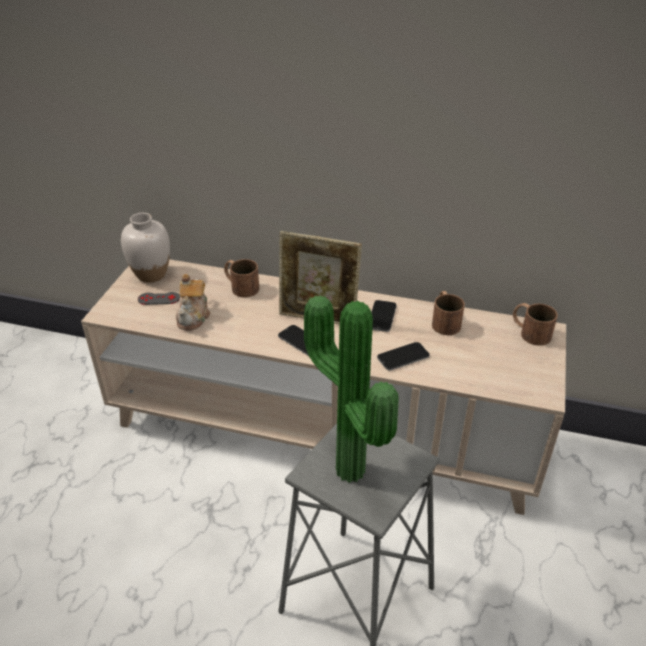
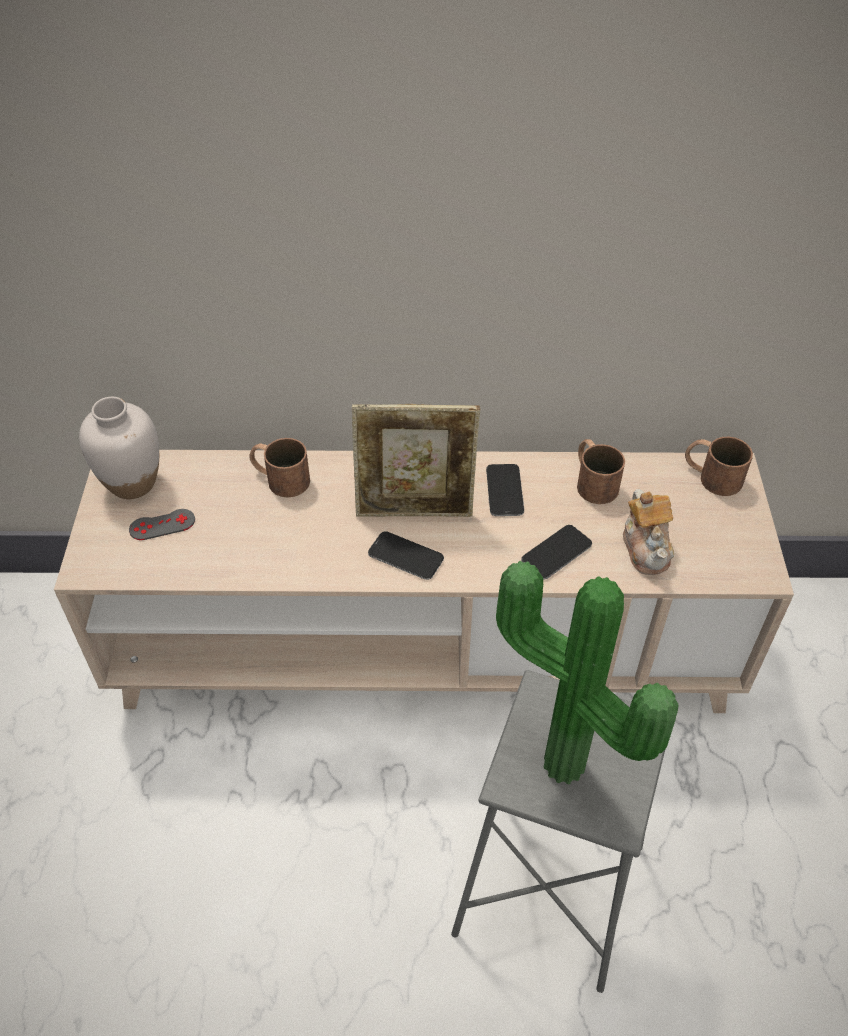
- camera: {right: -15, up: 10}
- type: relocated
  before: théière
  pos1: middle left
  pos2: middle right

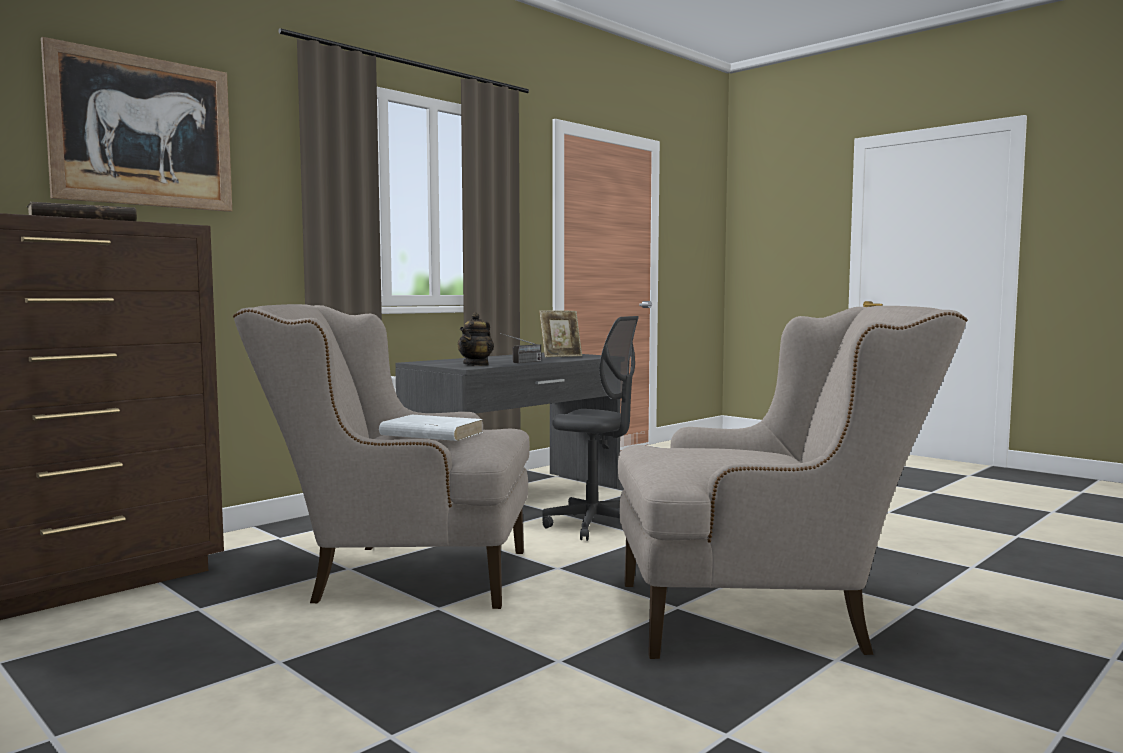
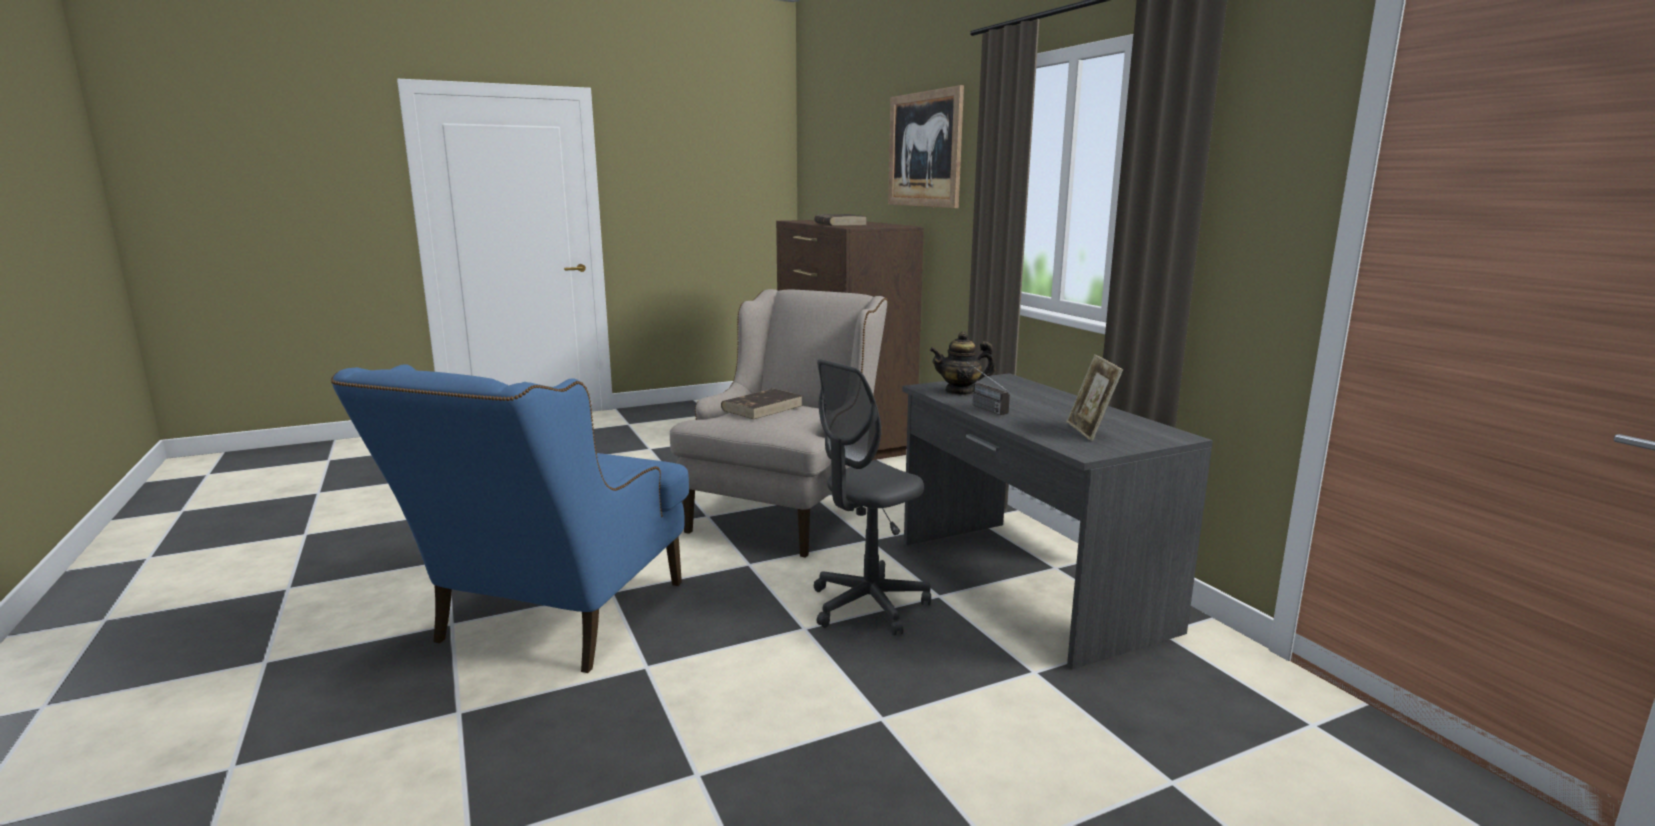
- camera: {right: 110, up: 10}
- type: colour
  before: livre [blanc]
  after: livre [marron] (no. 1 from left)
  pos1: centre
  pos2: centre
- type: spun
  before: théière
  pos1: centre
  pos2: centre
  turn: -45
- type: colour
  before: fauteuil [beige] (no. 2 from left)
  after: fauteuil [bleu]
  pos1: middle right
  pos2: middle left

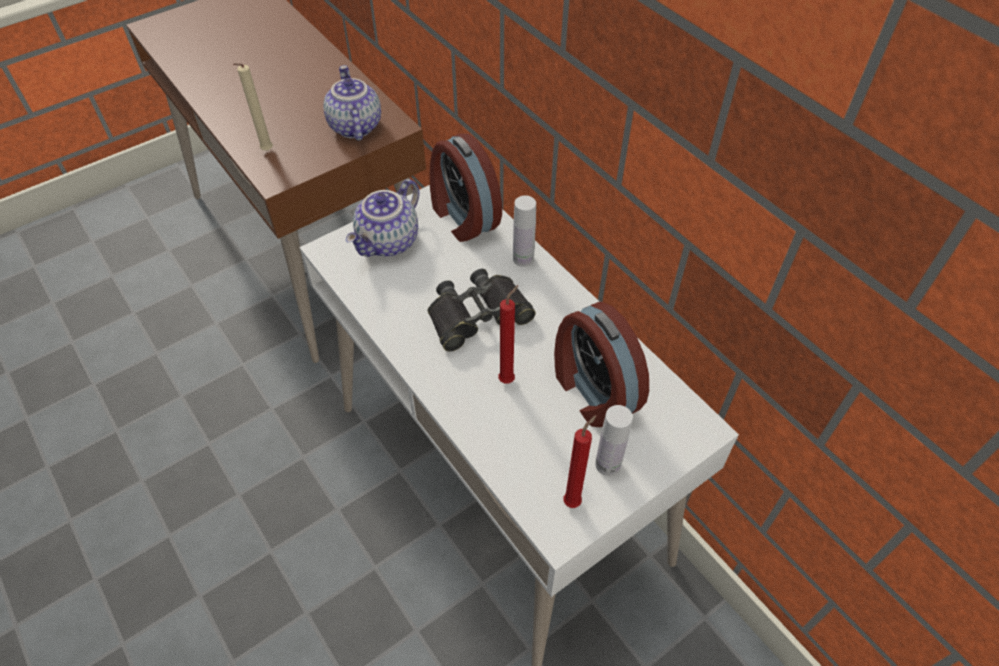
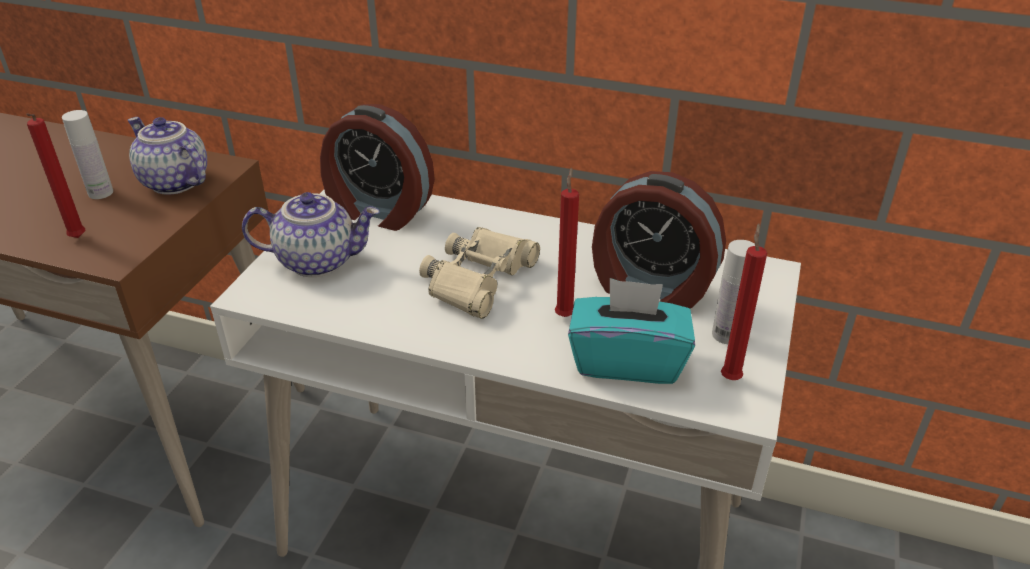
- camera: {right: -35, up: -15}
- type: colour
  before: bougie [beige]
  after: bougie [rouge] (no. 1 from left)
  pos1: top left
  pos2: top left
- type: spun
  before: théière (no. 2 from left)
  pos1: top centre
  pos2: middle left
  turn: -90
- type: colour
  before: jumelles [noir]
  after: jumelles [beige]
  pos1: centre
  pos2: centre
- type: relocated
  before: bouteille [blanc] (no. 1 from left)
  pos1: centre
  pos2: top left
- type: appeared
  after: boîte à mouchoirs [turquoise]
  pos2: centre

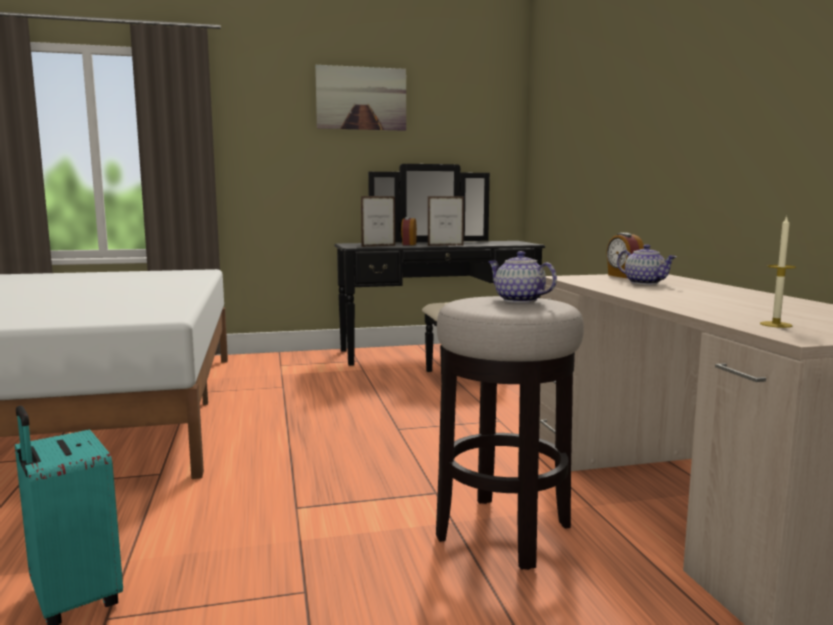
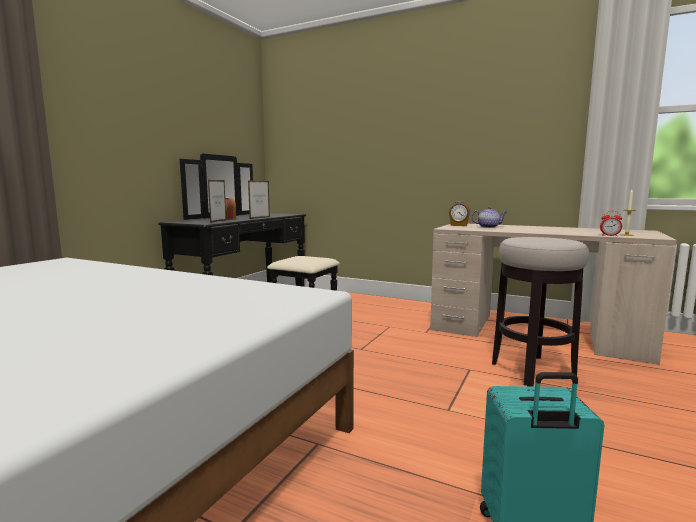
- camera: {right: -50, up: 0}
- type: missing
  before: tableau
  pos1: top centre
- type: missing
  before: théière (no. 1 from left)
  pos1: centre
- type: appeared
  after: réveil (no. 3 from left)
  pos2: middle right

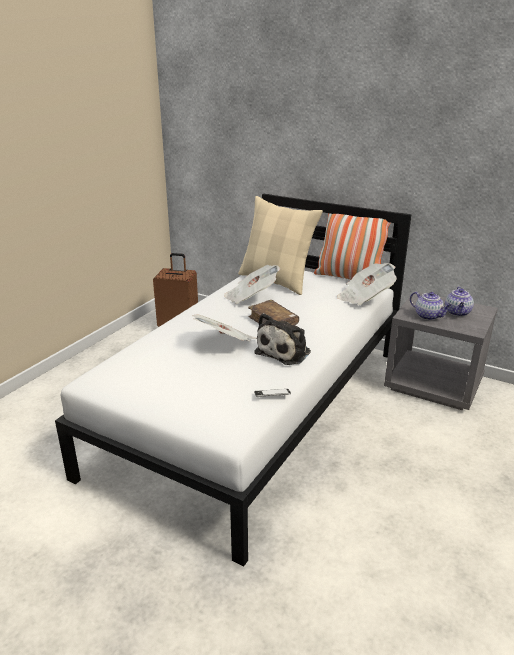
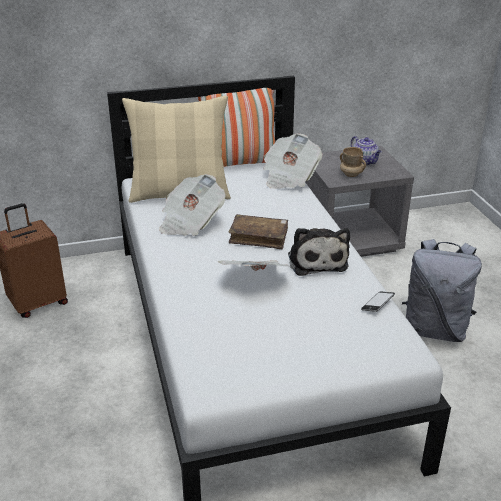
- camera: {right: -45, up: 5}
- type: exchanged
  before: théière (no. 1 from left)
  after: mug [beige]
  pos1: middle right
  pos2: top right
- type: appeared
  after: sac à dos [gris]
  pos2: middle right

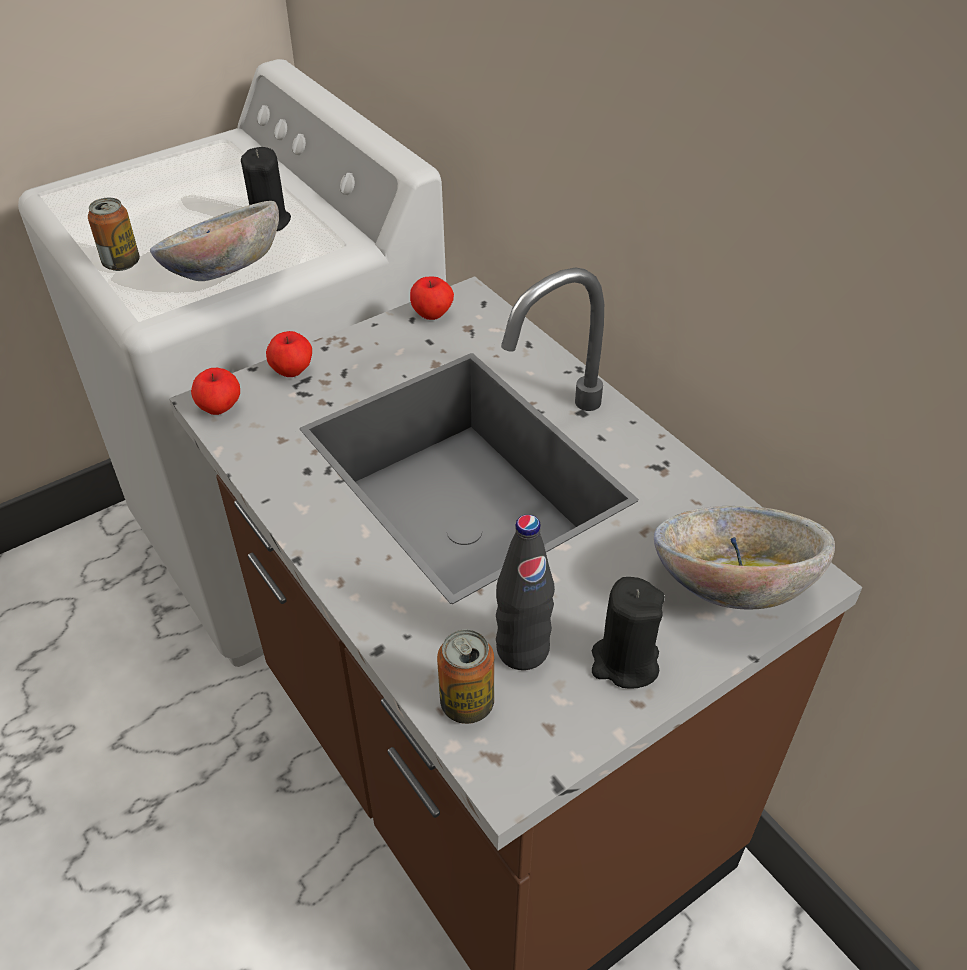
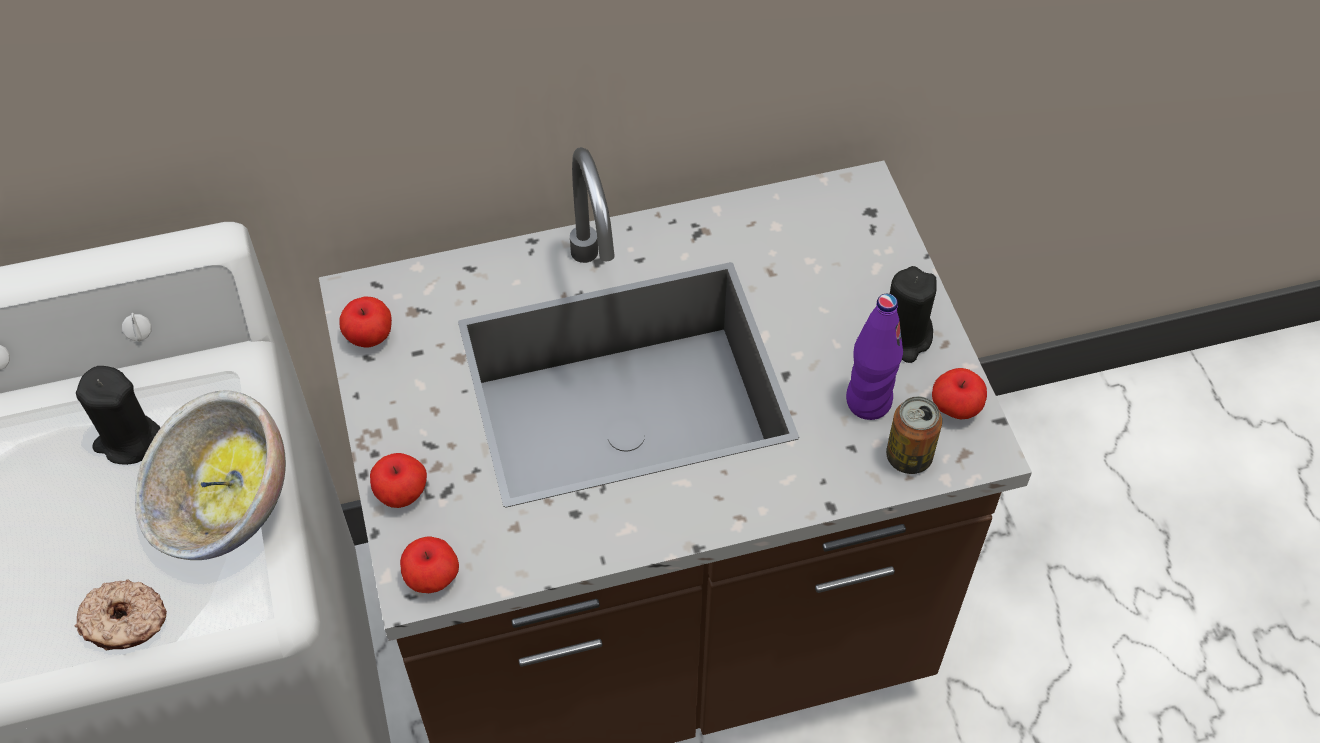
- camera: {right: -70, up: 10}
- type: exchanged
  before: boîte métallique (no. 1 from left)
  after: beignet
  pos1: top left
  pos2: bottom left
- type: colour
  before: bouteille [noir]
  after: bouteille [violet]
  pos1: centre
  pos2: centre
- type: missing
  before: bol (no. 2 from left)
  pos1: middle right
- type: appeared
  after: pomme (no. 4 from left)
  pos2: middle right

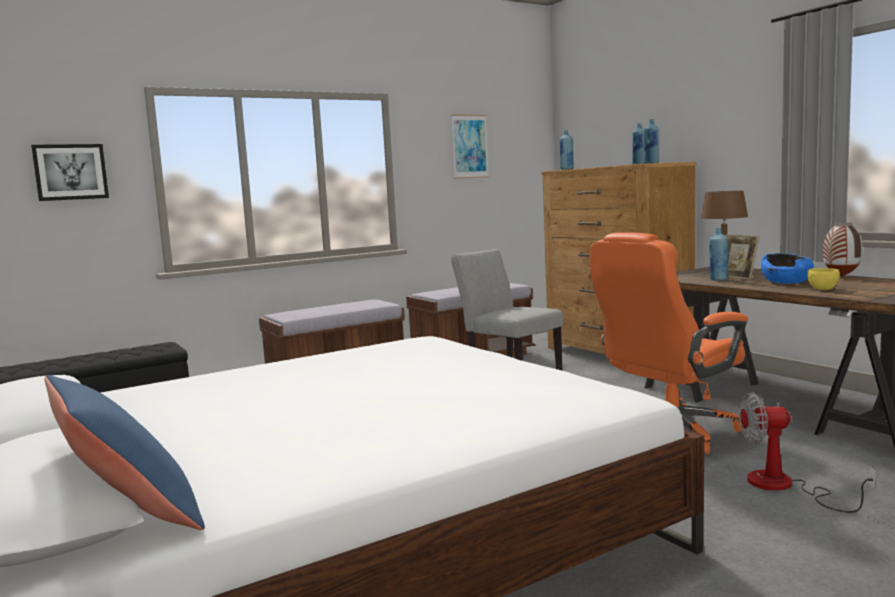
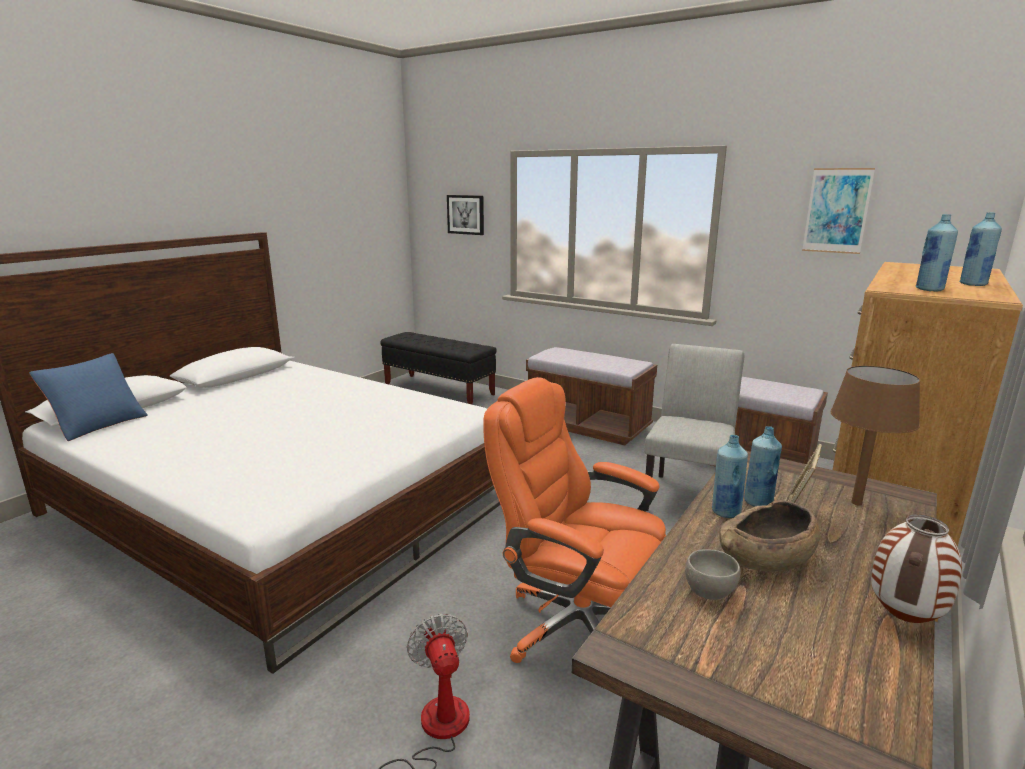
- camera: {right: 65, up: 10}
- type: relocated
  before: bouteille [bleu] (no. 1 from left)
  pos1: top centre
  pos2: middle right
- type: colour
  before: bol [bleu]
  after: bol [marron]
  pos1: middle right
  pos2: bottom right
- type: colour
  before: bol [jaune]
  after: bol [gris]
  pos1: middle right
  pos2: bottom right

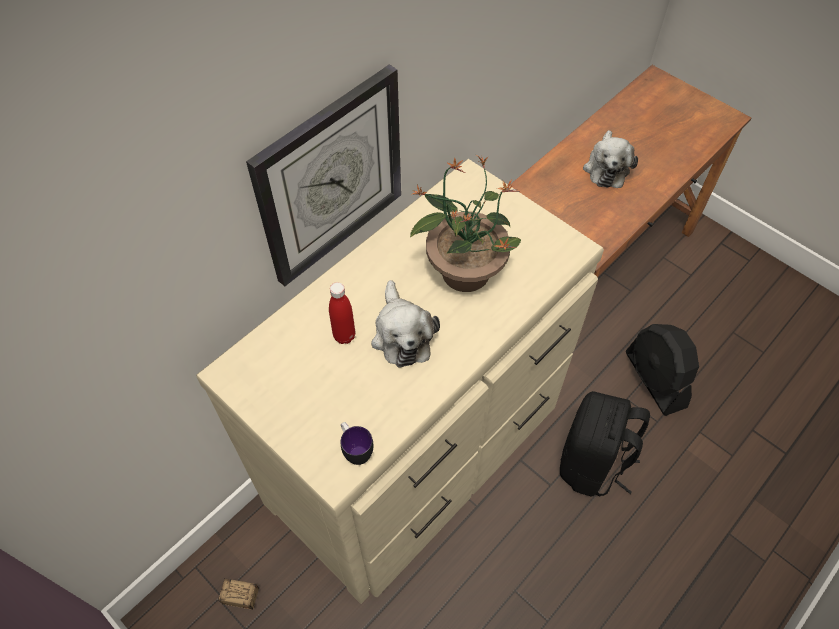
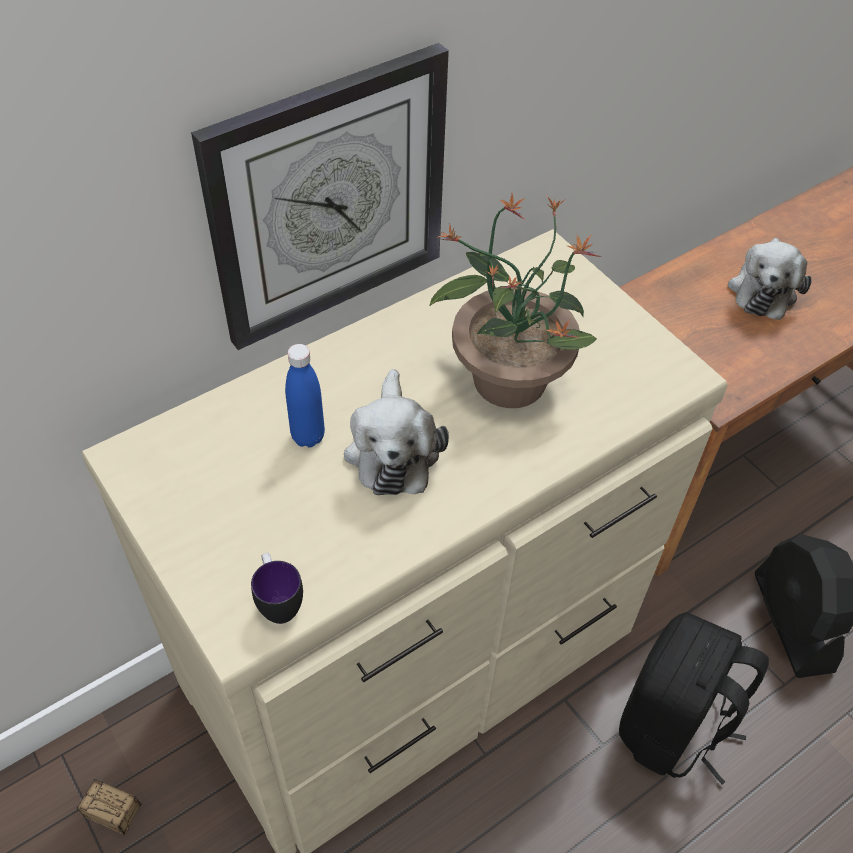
- camera: {right: 10, up: -5}
- type: colour
  before: bouteille [rouge]
  after: bouteille [bleu]
  pos1: centre
  pos2: centre

